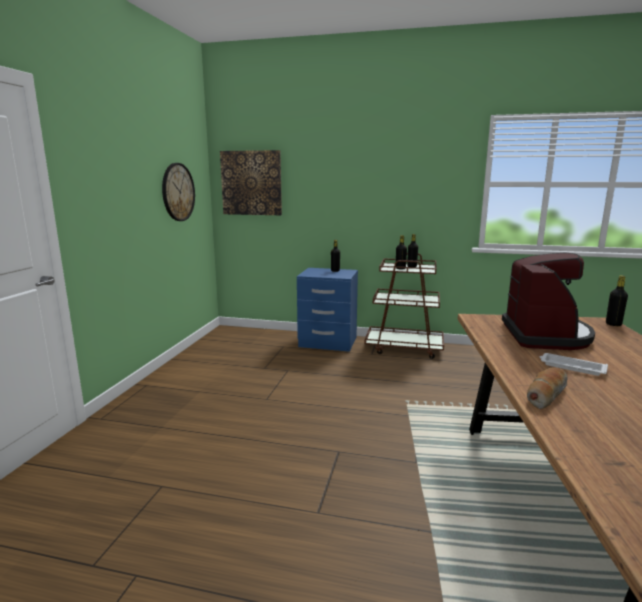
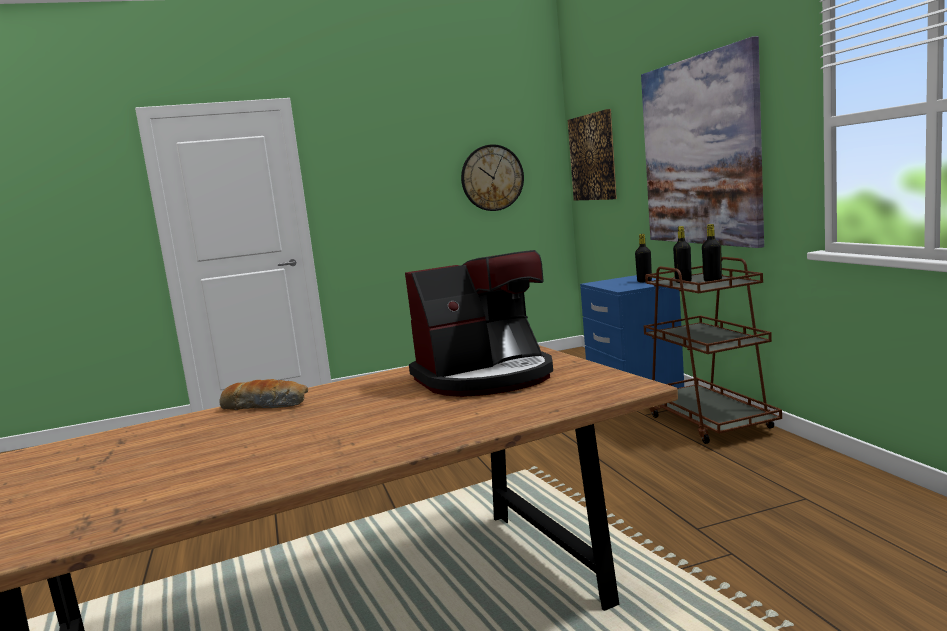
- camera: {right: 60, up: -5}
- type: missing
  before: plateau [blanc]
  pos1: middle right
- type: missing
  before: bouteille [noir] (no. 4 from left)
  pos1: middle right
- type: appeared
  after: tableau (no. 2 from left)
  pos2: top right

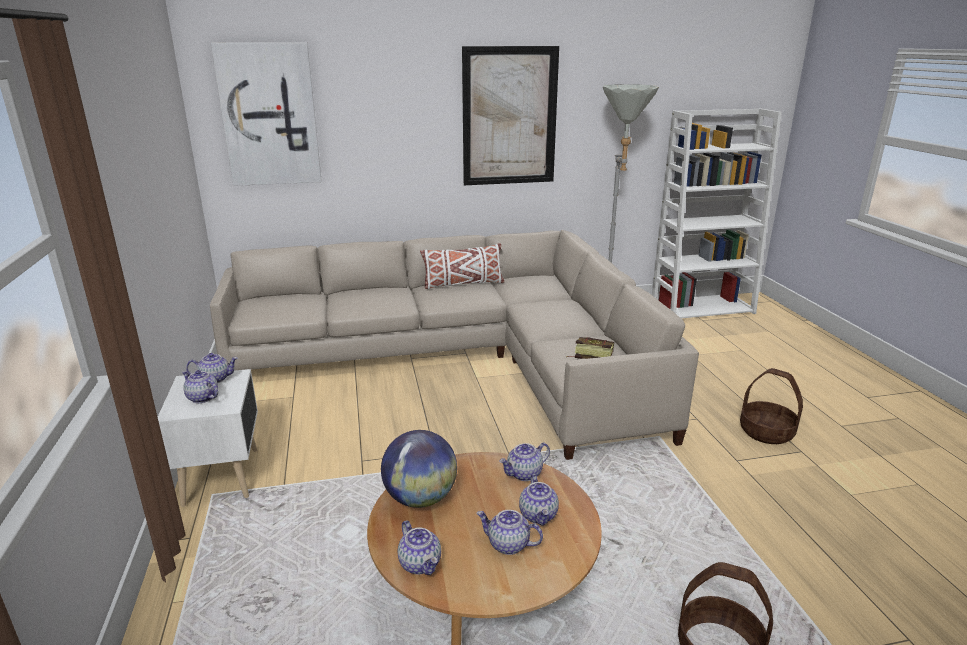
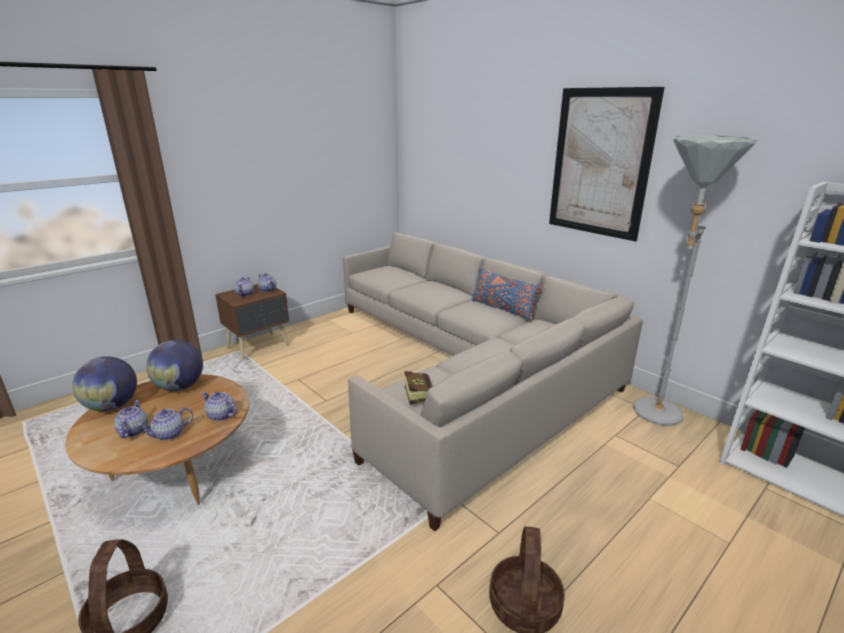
- camera: {right: 60, up: 0}
- type: colour
  before: table de chevet [blanc]
  after: table de chevet [marron]
  pos1: bottom left
  pos2: middle left
- type: missing
  before: tableau (no. 1 from left)
  pos1: top left
- type: exchanged
  before: théière (no. 3 from left)
  after: globe (no. 1 from left)
  pos1: bottom centre
  pos2: middle left
- type: colour
  before: coussin [blanc]
  after: coussin [bleu]
  pos1: centre
  pos2: centre

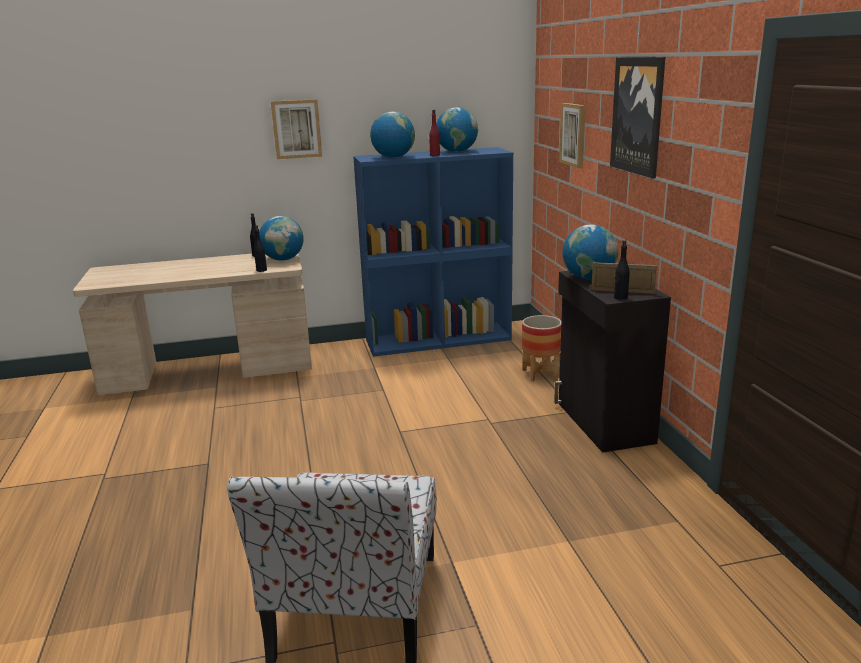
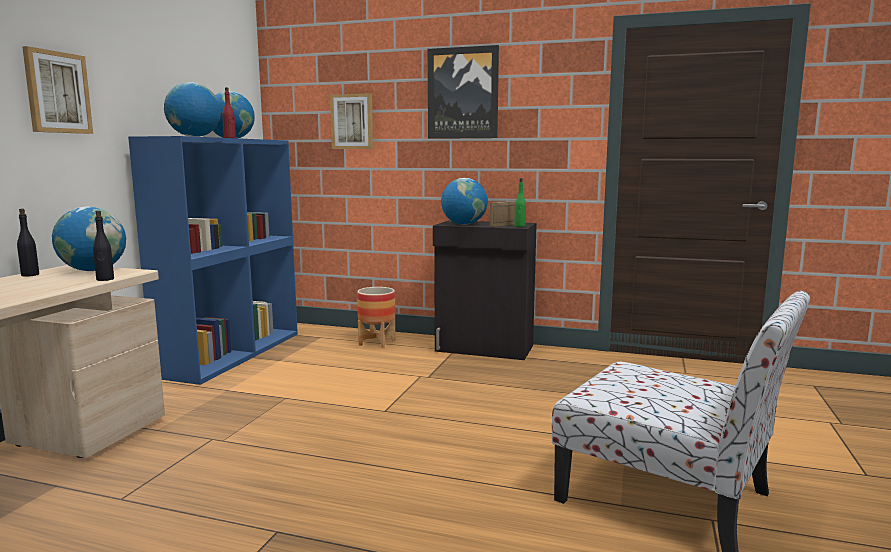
- camera: {right: -60, up: -10}
- type: colour
  before: bouteille [noir] (no. 3 from left)
  after: bouteille [vert]
  pos1: middle right
  pos2: centre

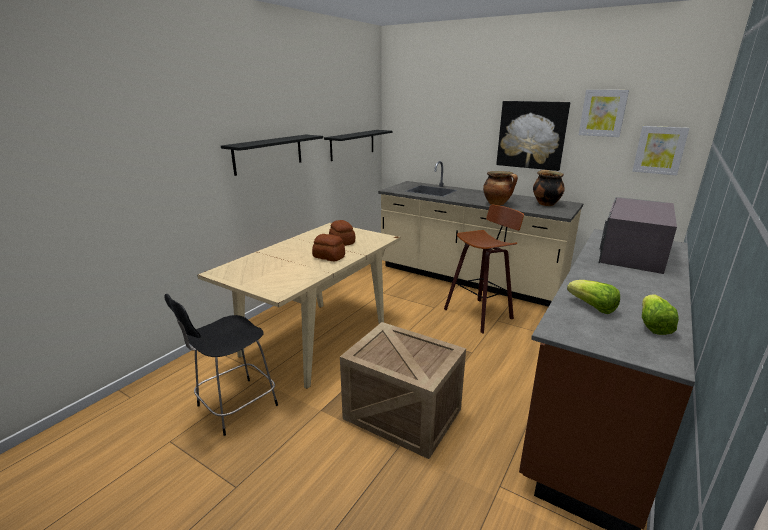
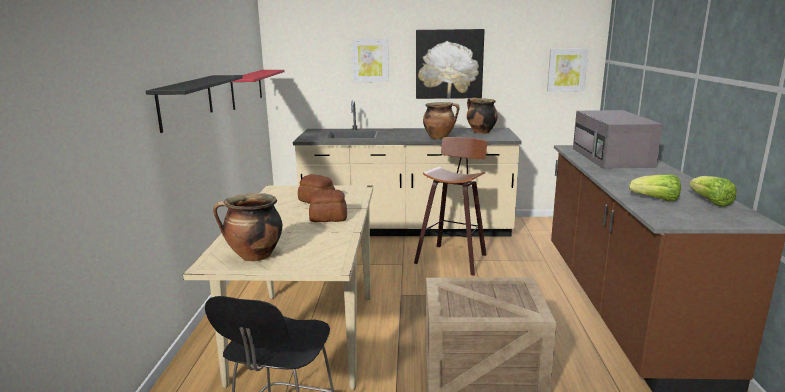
- camera: {right: -30, up: -5}
- type: colour
  before: étagère [noir] (no. 2 from left)
  after: étagère [rouge]
  pos1: top centre
  pos2: top left
- type: relocated
  before: tableau (no. 2 from left in the first image)
  after: tableau (no. 1 from left)
  pos1: top right
  pos2: top centre
- type: appeared
  after: marmite (no. 1 from left)
  pos2: middle left

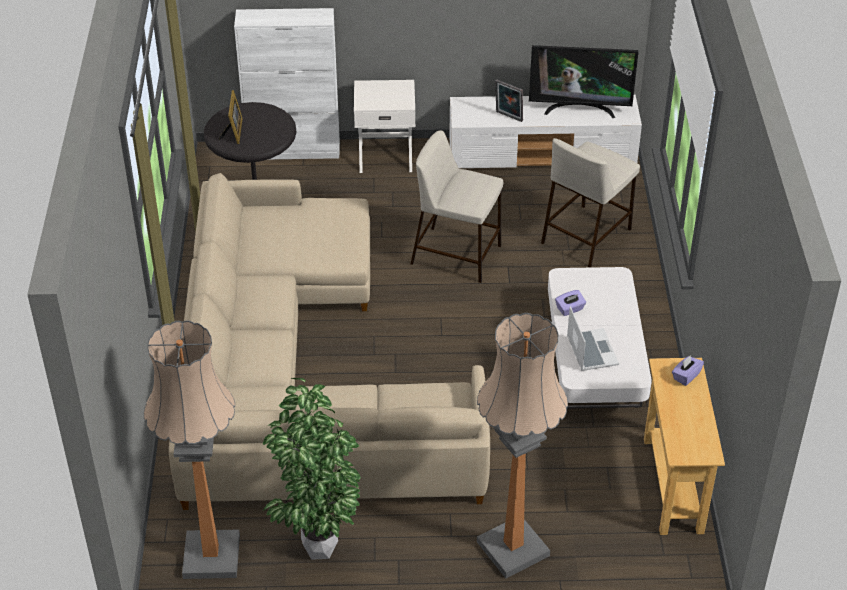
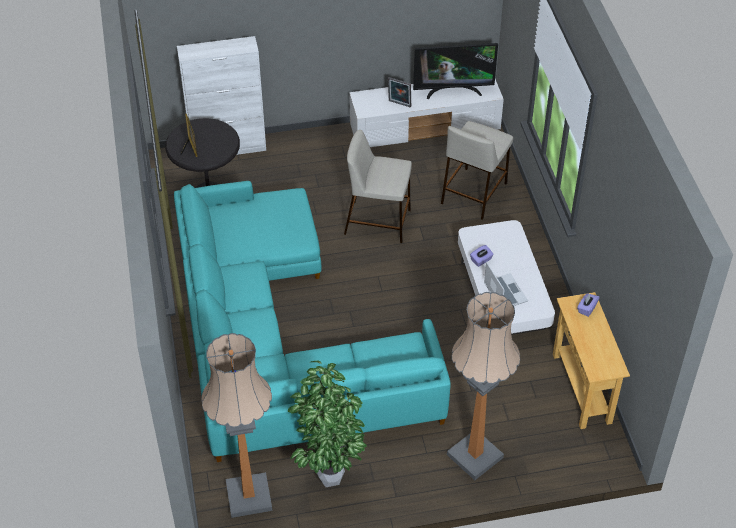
- camera: {right: -10, up: 5}
- type: colour
  before: canapé [beige]
  after: canapé [turquoise]
  pos1: centre
  pos2: centre
- type: missing
  before: table de chevet [blanc]
  pos1: top centre

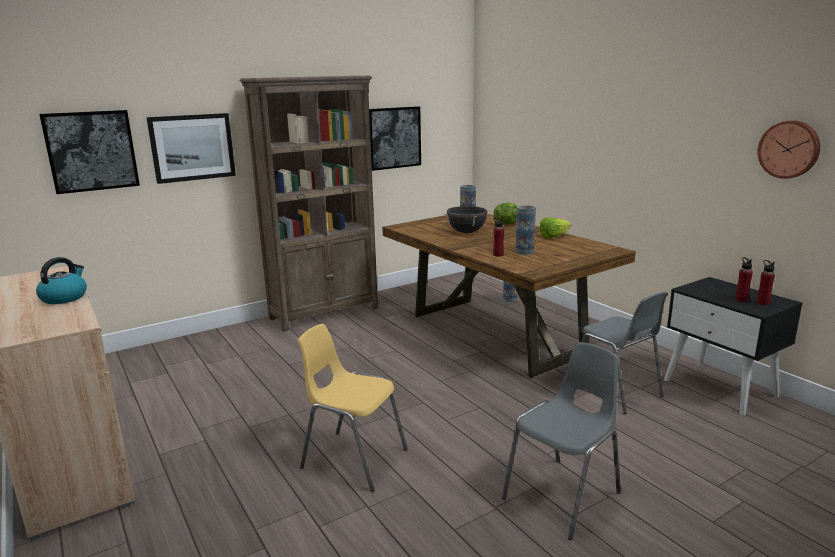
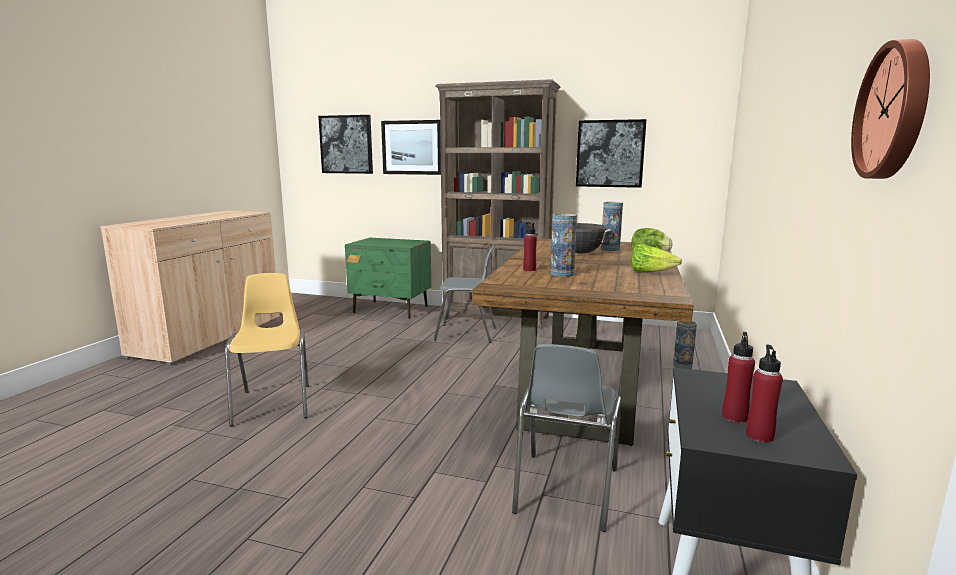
- camera: {right: 50, up: -5}
- type: missing
  before: bouilloire
  pos1: middle left
- type: relocated
  before: chaise [gris] (no. 1 from left)
  pos1: bottom right
  pos2: centre
- type: appeared
  after: table de chevet [vert]
  pos2: centre

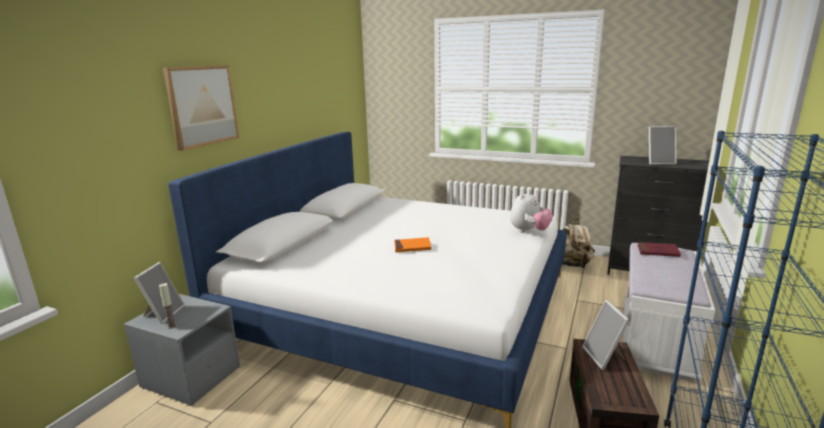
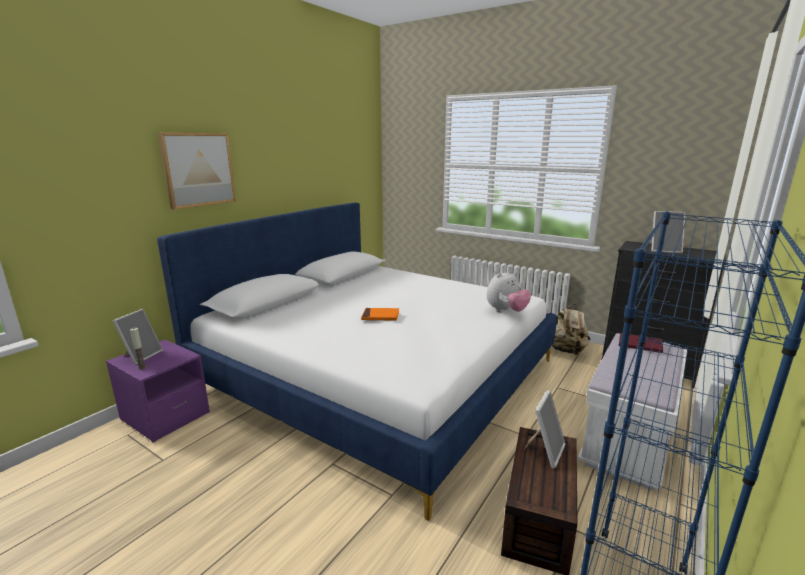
- camera: {right: 10, up: 0}
- type: colour
  before: table de chevet [gris]
  after: table de chevet [violet]
  pos1: bottom left
  pos2: bottom left
- type: spun
  before: cadre photo (no. 2 from left)
  pos1: bottom right
  pos2: bottom right
  turn: -150

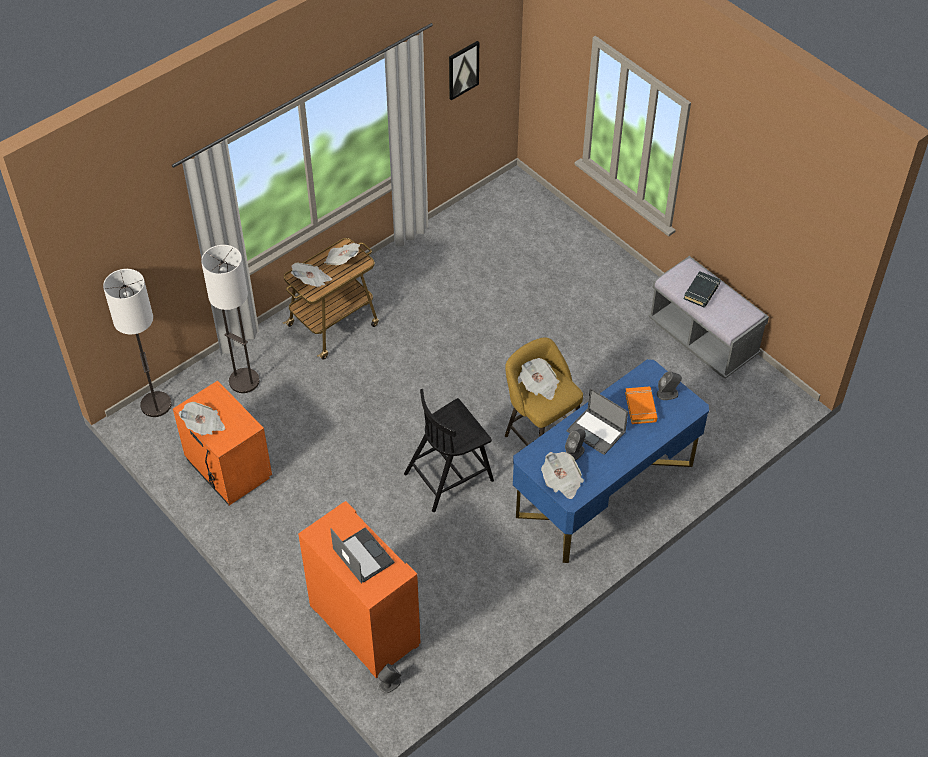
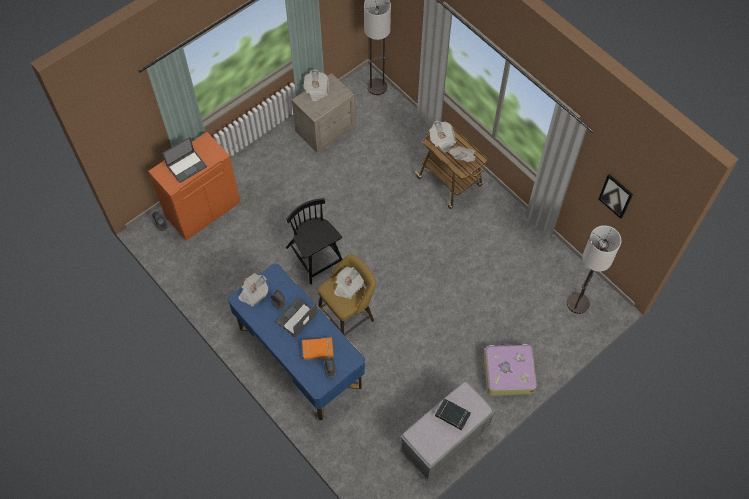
- camera: {right: 90, up: 10}
- type: colour
  before: table de chevet [orange]
  after: table de chevet [beige]
  pos1: middle left
  pos2: top centre
- type: relocated
  before: lampadaire (no. 2 from left)
  pos1: middle left
  pos2: middle right
- type: appeared
  after: valise
  pos2: bottom right

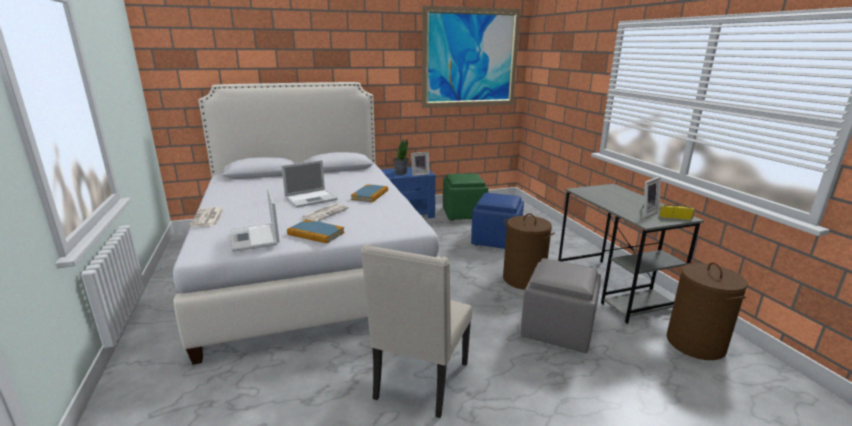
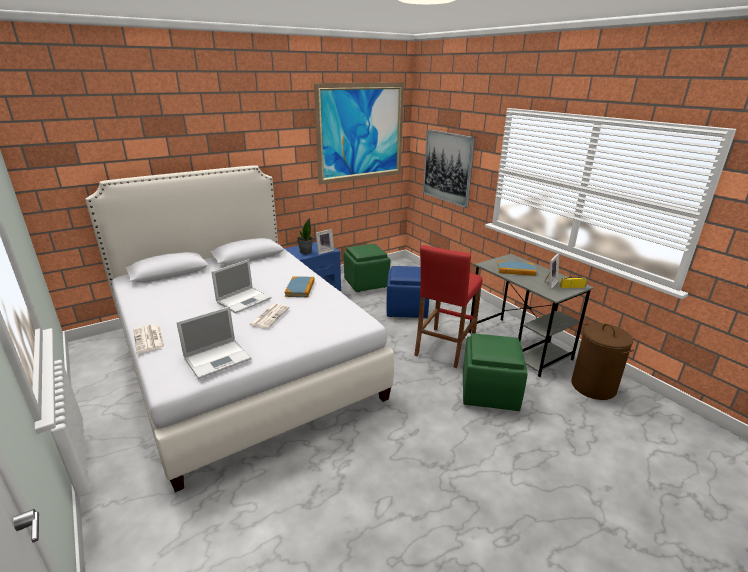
- camera: {right: -15, up: 5}
- type: spun
  before: ordinateur portable (no. 1 from left)
  pos1: middle left
  pos2: middle left
  turn: -90
- type: relocated
  before: livre (no. 1 from left in the first image)
  after: livre (no. 2 from left)
  pos1: centre
  pos2: middle right
- type: missing
  before: chaise [beige]
  pos1: bottom centre
- type: exchanged
  before: panier à linge [marron] (no. 1 from left)
  after: tabouret [rouge]
  pos1: centre
  pos2: centre
- type: colour
  before: pouf [gris]
  after: pouf [vert] (no. 2 from left)
  pos1: bottom centre
  pos2: centre
- type: appeared
  after: tableau (no. 2 from left)
  pos2: top centre

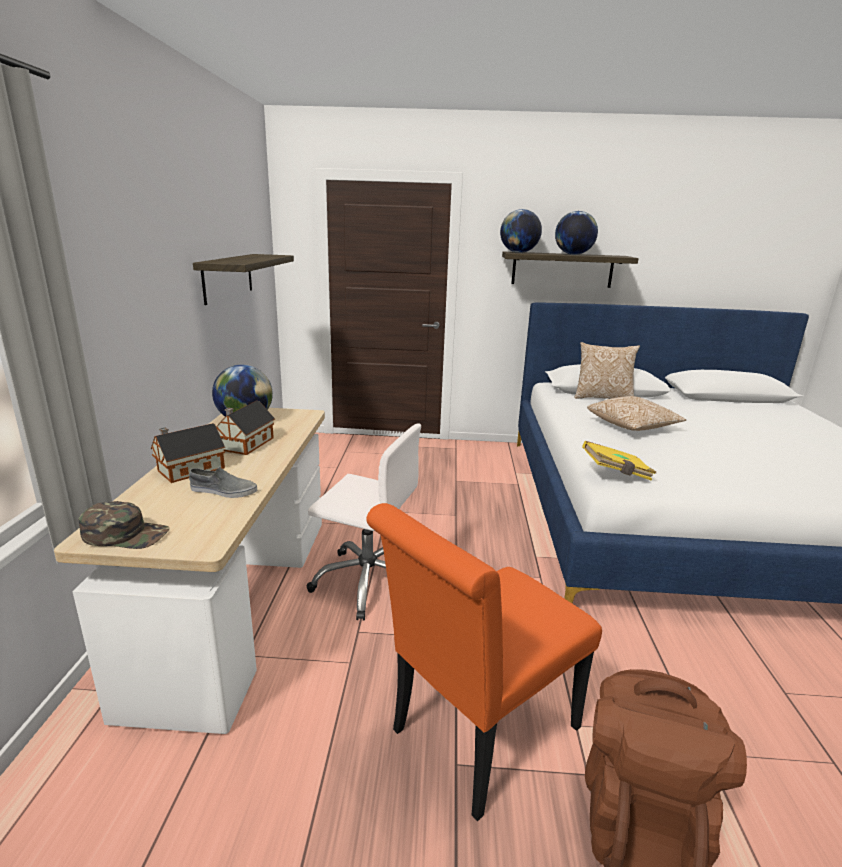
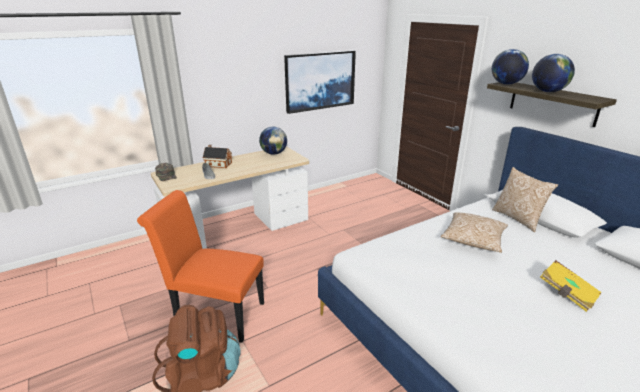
- camera: {right: 55, up: 5}
- type: exchanged
  before: étagère (no. 1 from left)
  after: tableau
  pos1: top left
  pos2: top centre
- type: missing
  before: maison miniature (no. 2 from left)
  pos1: middle left
- type: missing
  before: chaise de bureau [blanc]
  pos1: centre
- type: relocated
  before: livre [jaune]
  pos1: middle right
  pos2: bottom right

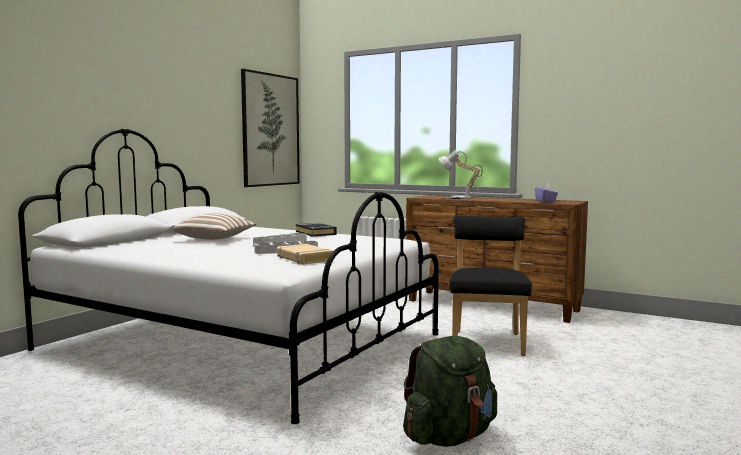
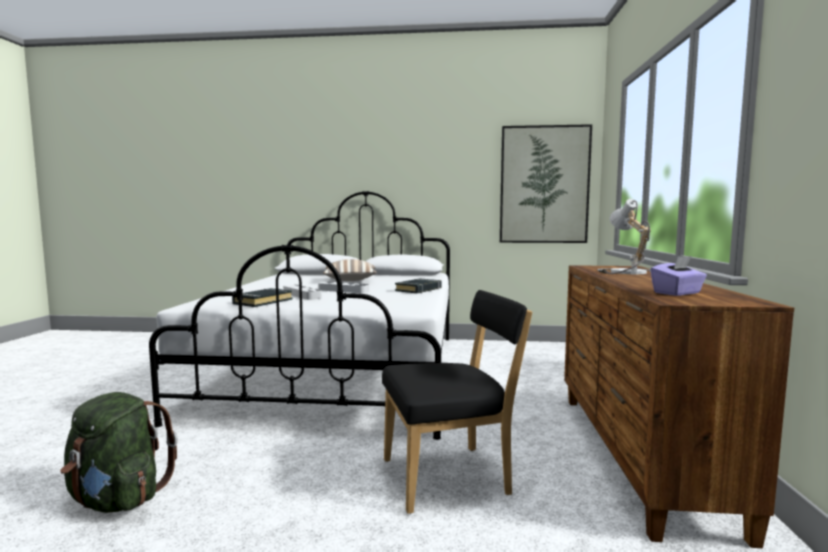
- camera: {right: 65, up: 0}
- type: colour
  before: livre [beige]
  after: livre [noir] (no. 1 from left)
  pos1: centre
  pos2: middle left

